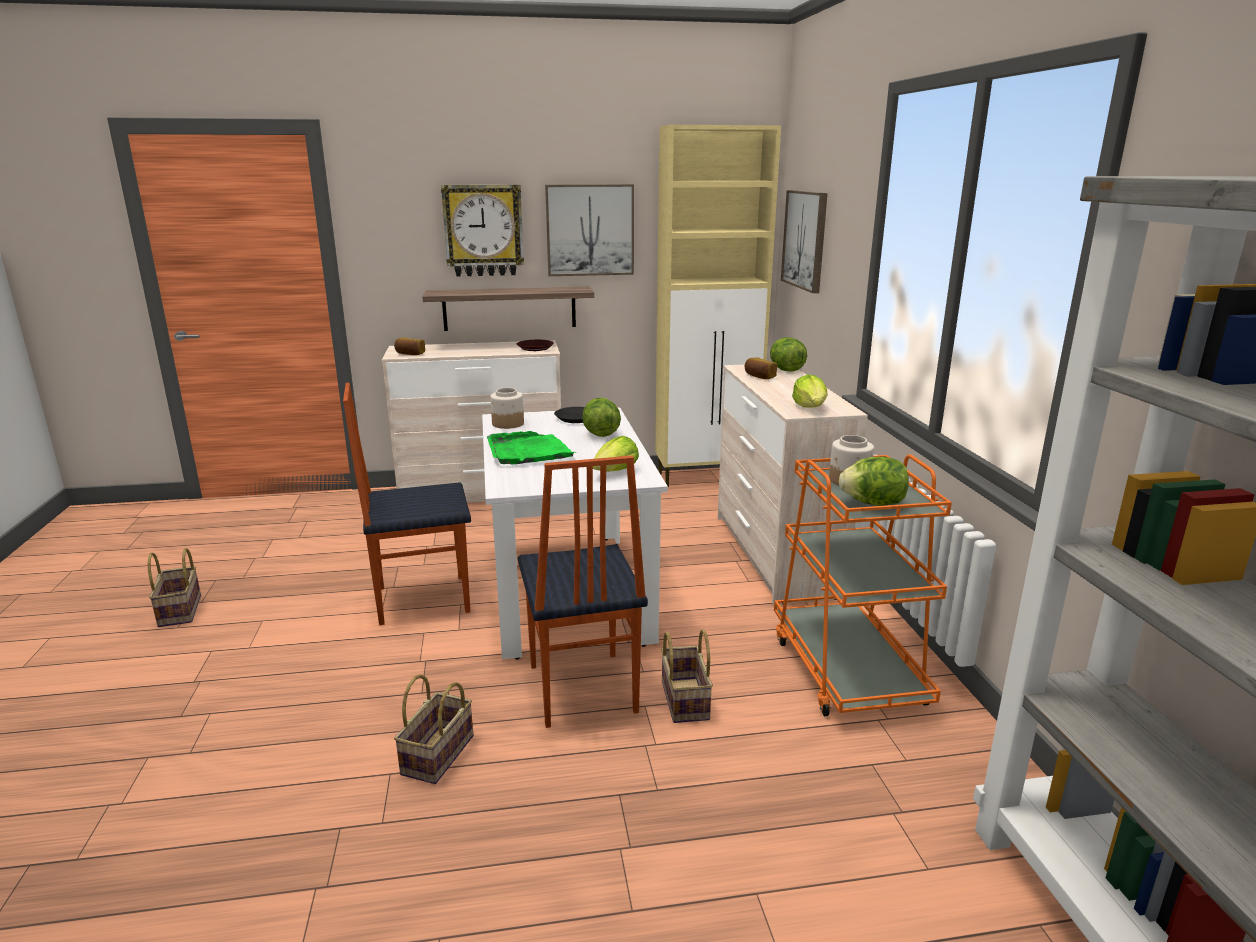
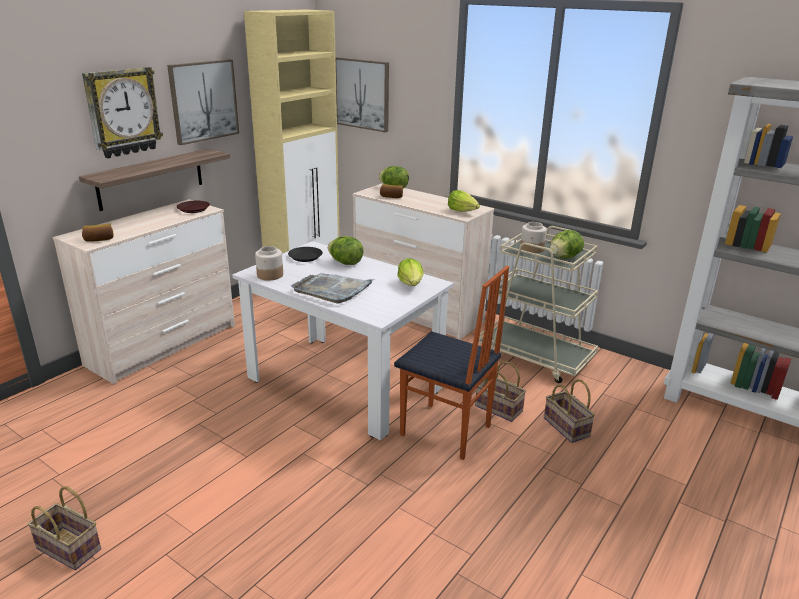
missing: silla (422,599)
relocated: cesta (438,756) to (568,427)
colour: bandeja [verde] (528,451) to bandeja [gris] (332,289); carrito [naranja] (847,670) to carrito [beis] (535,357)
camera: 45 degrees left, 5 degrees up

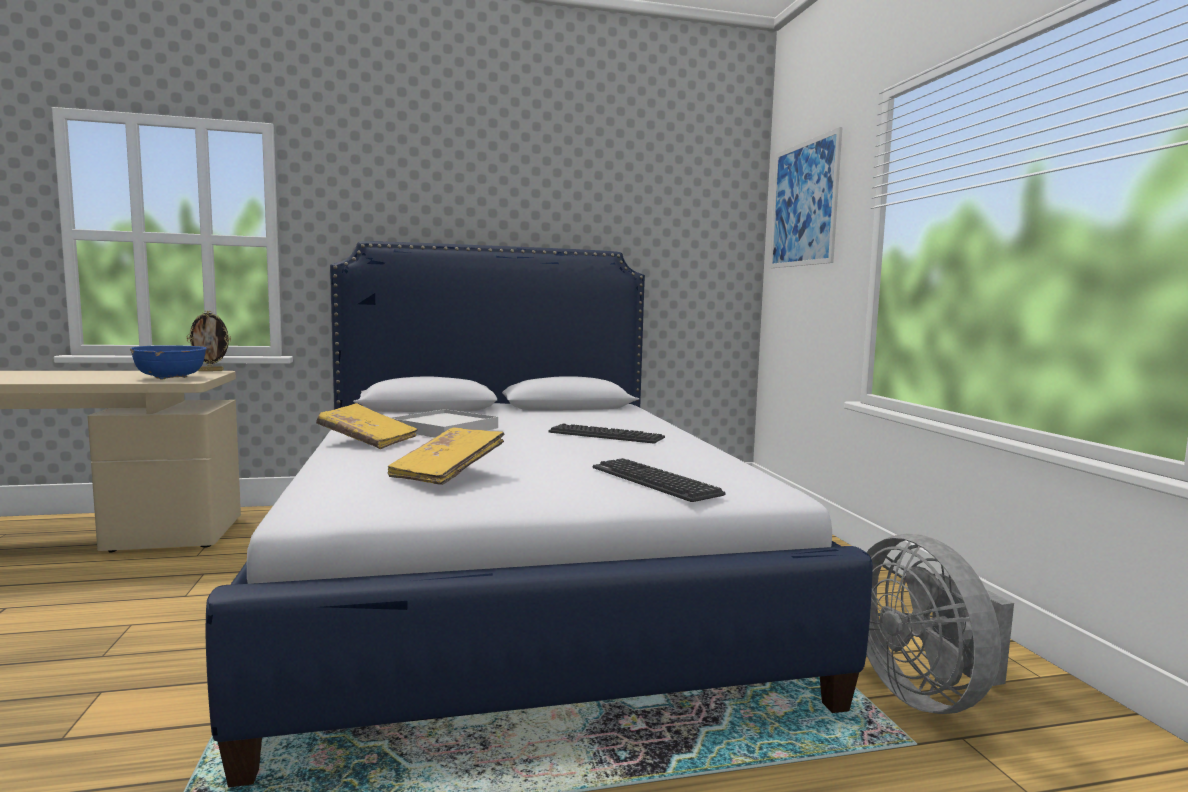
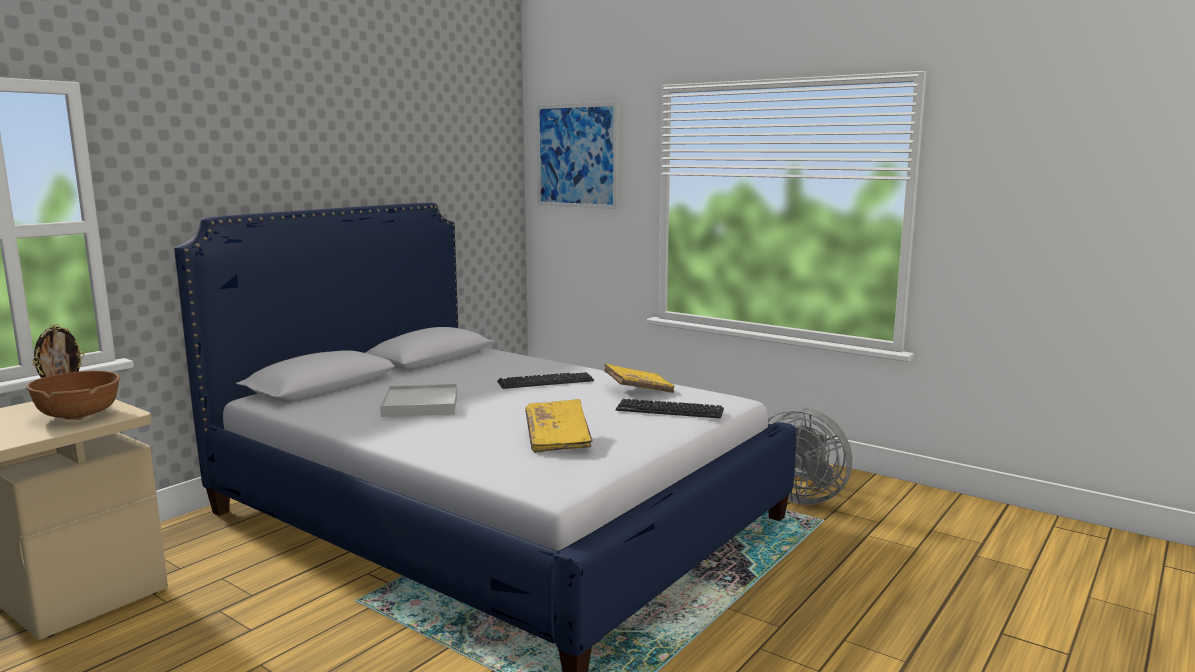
relocated: libro [amarillo] (367,440) to (638,390)
colour: cuenco [azul] (171,378) to cuenco [marrón] (79,415)
camera: 40 degrees left, 5 degrees up

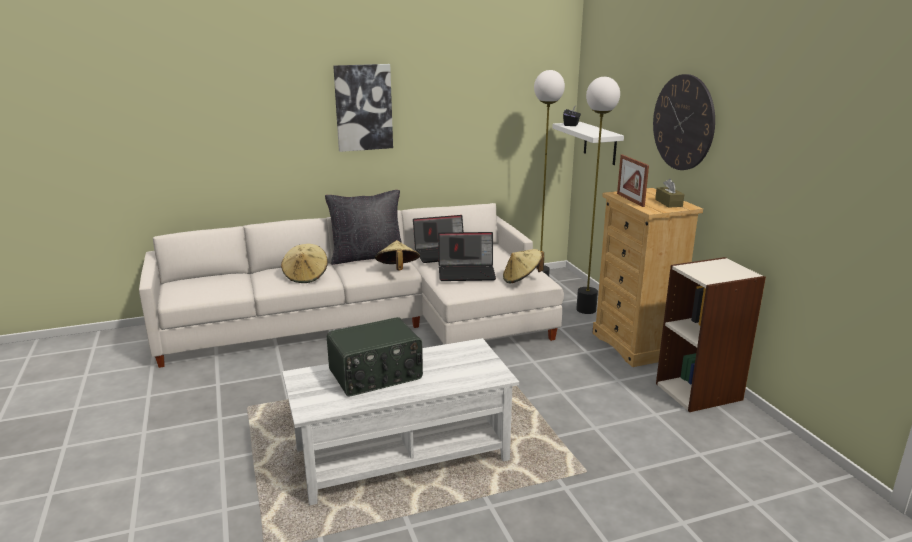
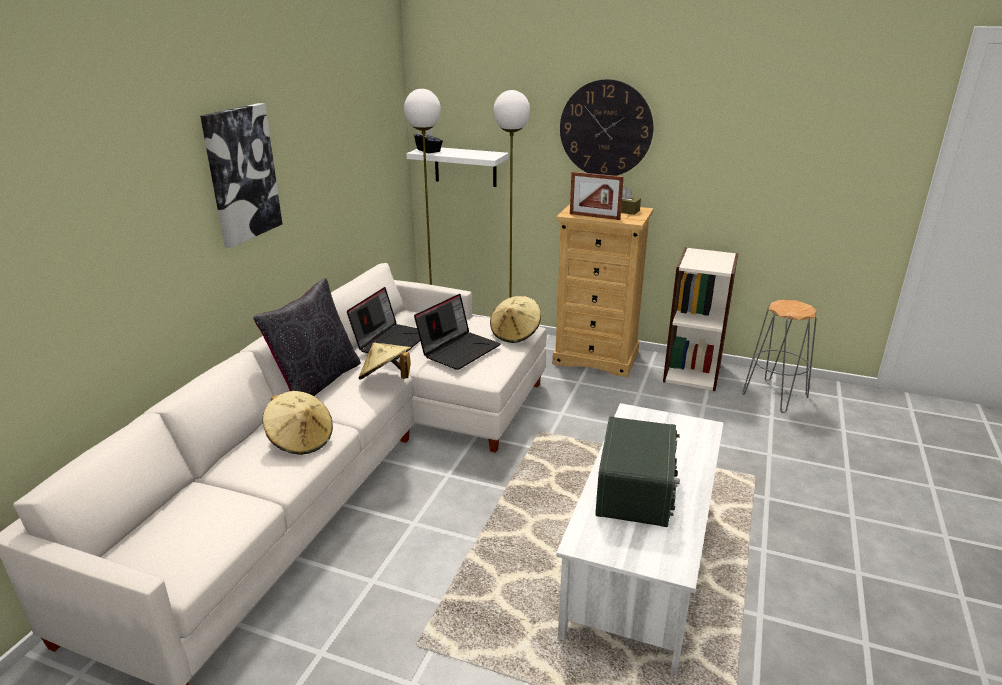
appeared: taburete [gris] (774,396)
camera: 50 degrees left, 5 degrees up

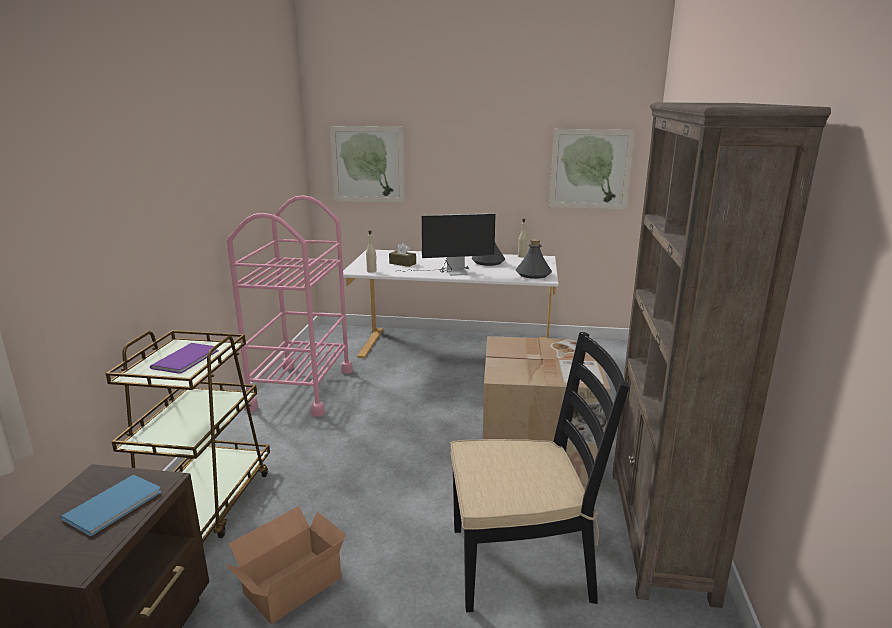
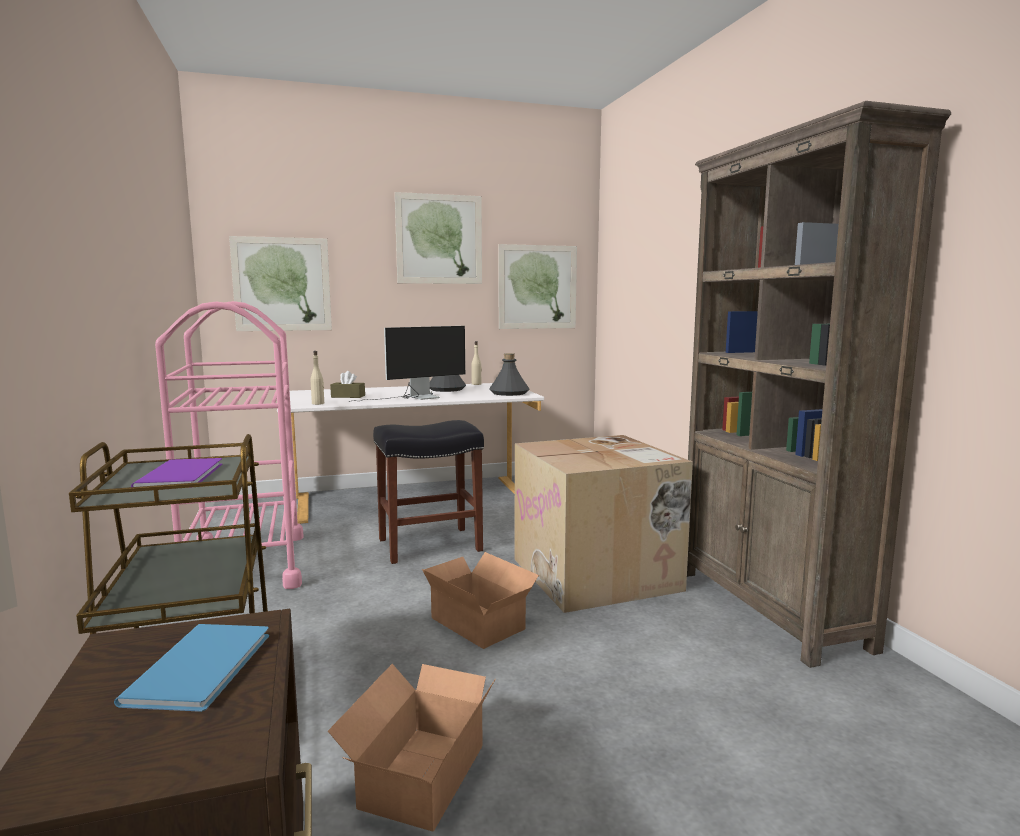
missing: silla [negro] (522,563)
appeared: taburete [negro] (428,545); cuadro (439,239); caja de cartón (479,621)
camera: 25 degrees left, 10 degrees down

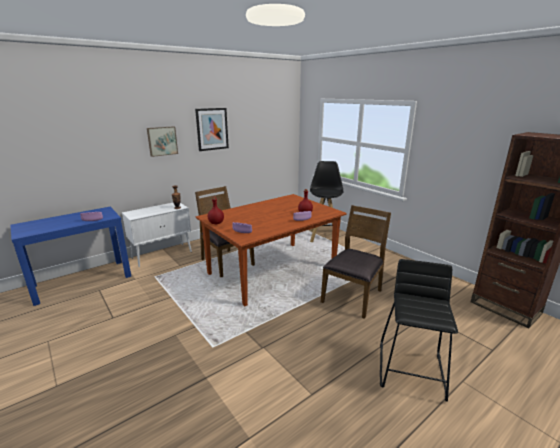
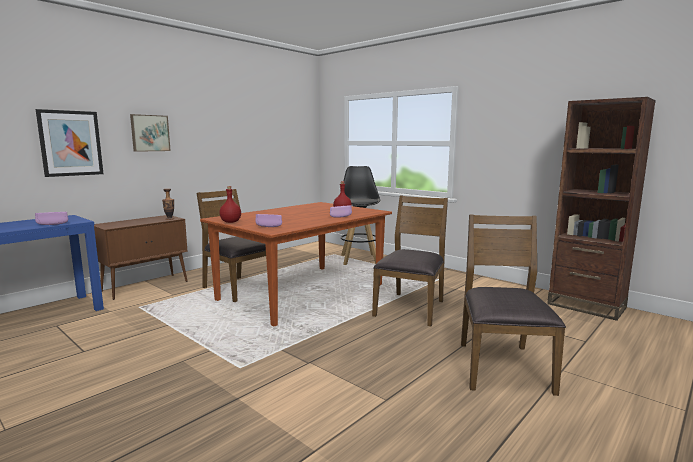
relocated: cuadro (212,129) to (70,143)
exchanged: taburete [negro] (411,370) to silla [marrón] (501,366)
colour: armario [blanco] (163,255) to armario [marrón] (146,286)
camera: 10 degrees left, 10 degrees down

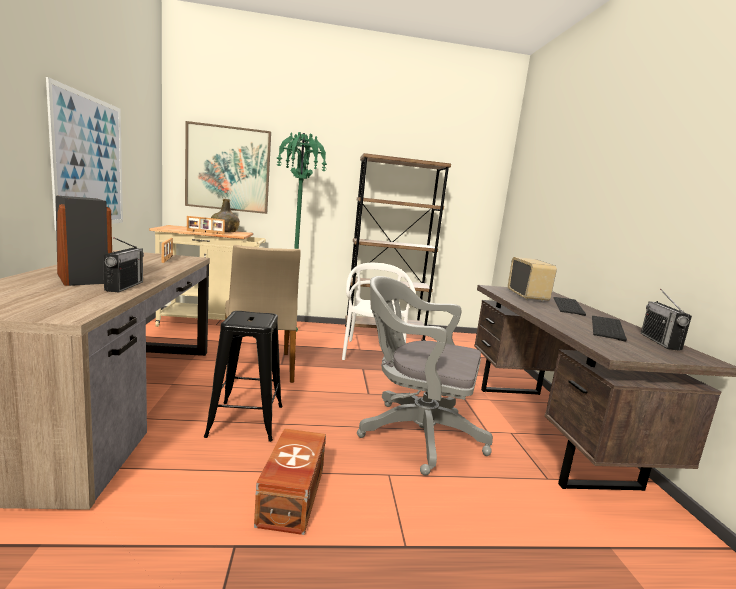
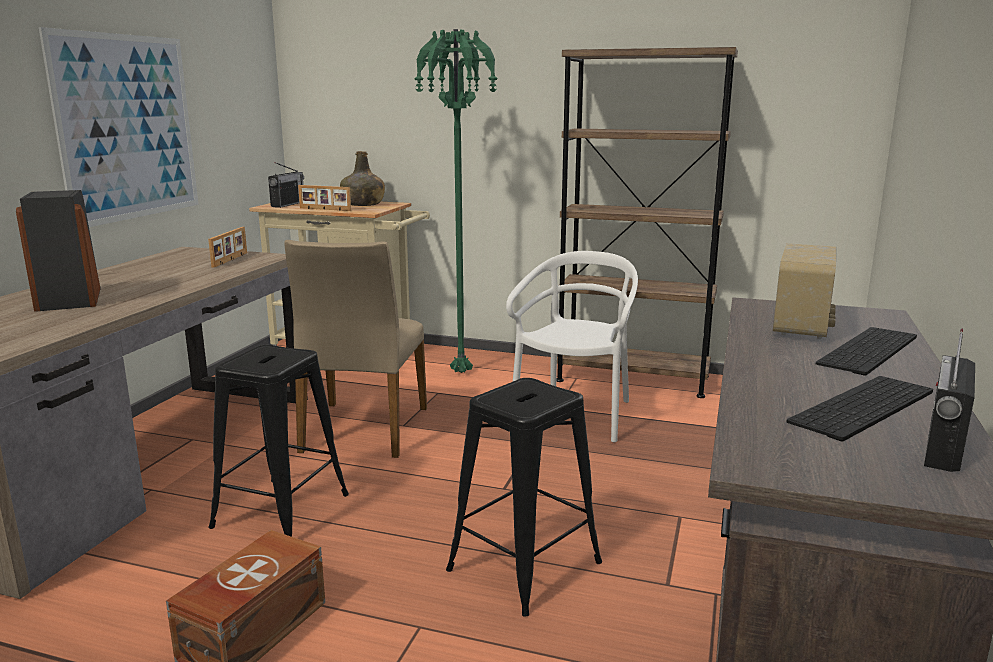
missing: cuadro (228,169)
relocated: radio (124,286) to (288,204)
exchanged: silla de oficina [gris] (414,433) to taburete [negro] (524,567)
camera: 25 degrees right, 5 degrees up

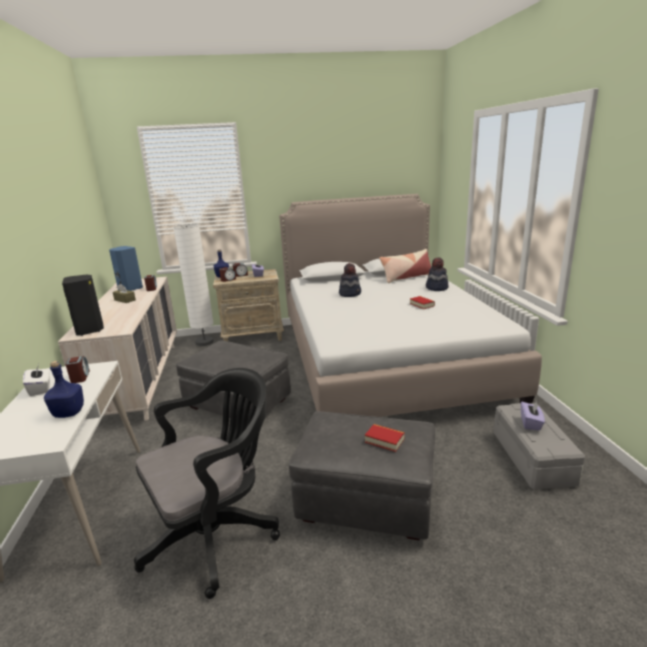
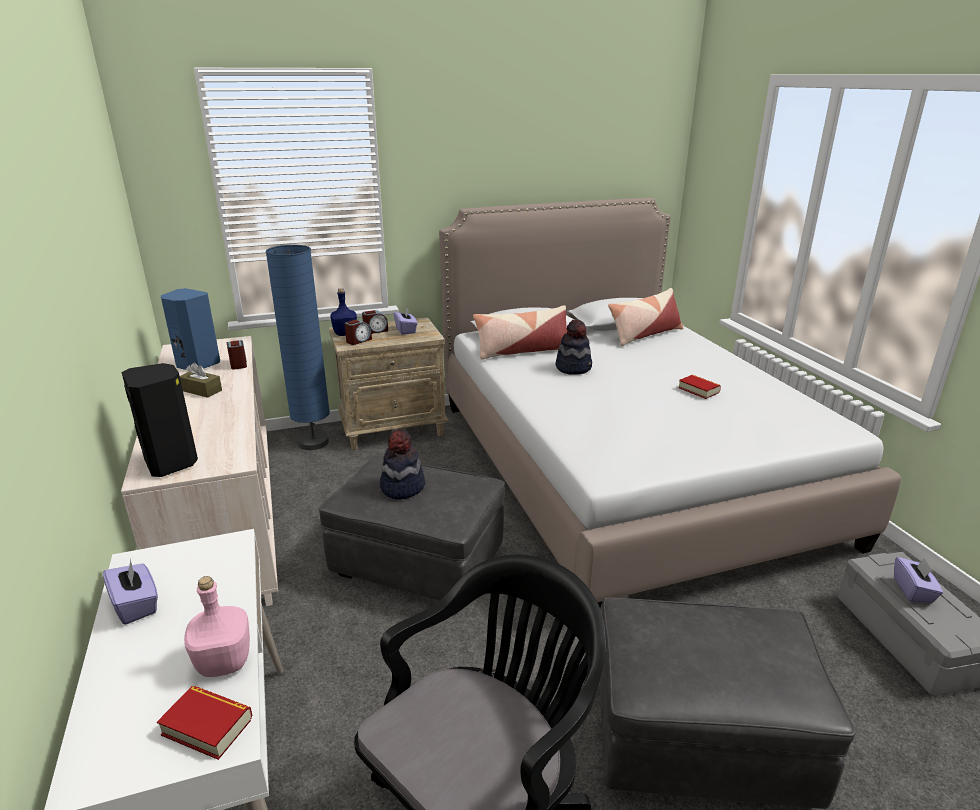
missing: despertador (80,377)
appeared: cojín (522,351)
relocated: libro (384,440) to (207,726); sombrero (436,288) to (402,486)
colour: caja de pañuelos [blanco] (41,389) to caja de pañuelos [morado] (136,605); botella [azul] (68,413) to botella [rosa] (223,662); lámpara de pie [blanco] (204,342) to lámpara de pie [azul] (313,442)
camera: 10 degrees left, 5 degrees up

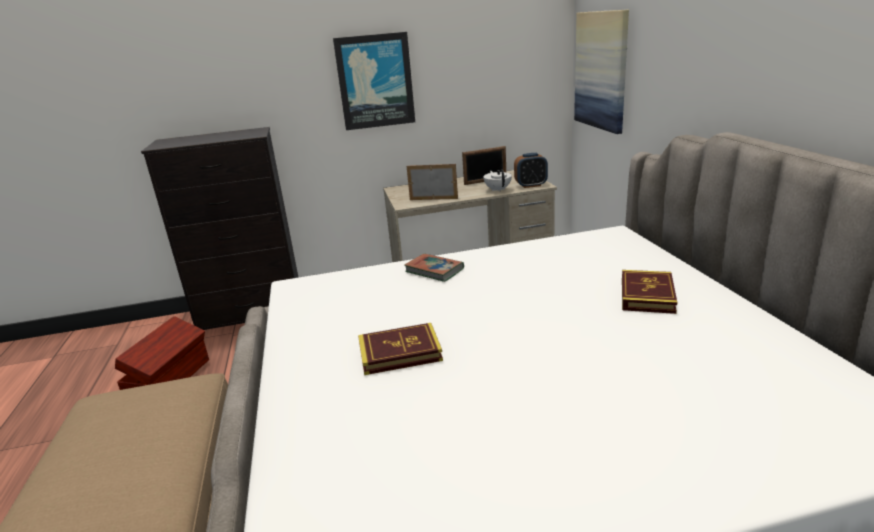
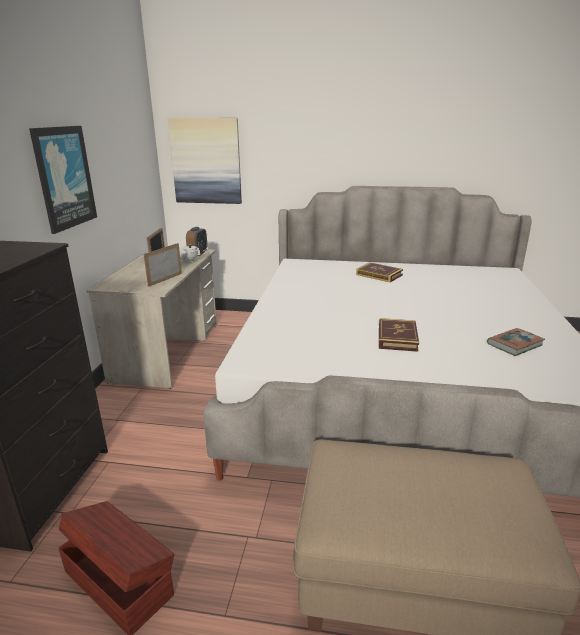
relocated: libro (434,270) to (514,345)
camera: 70 degrees left, 0 degrees up

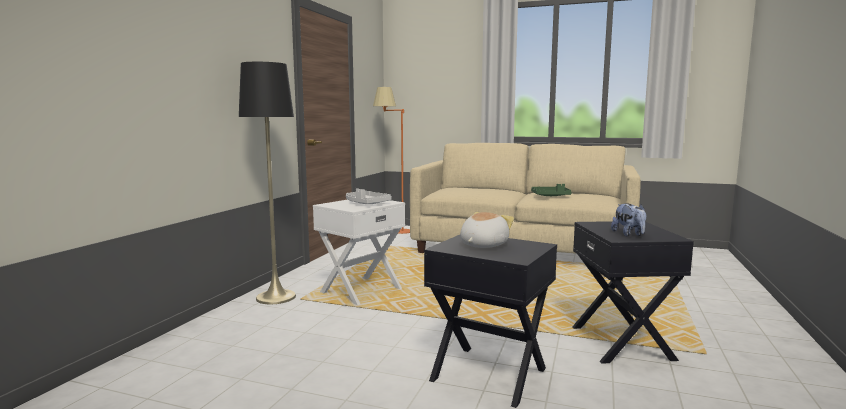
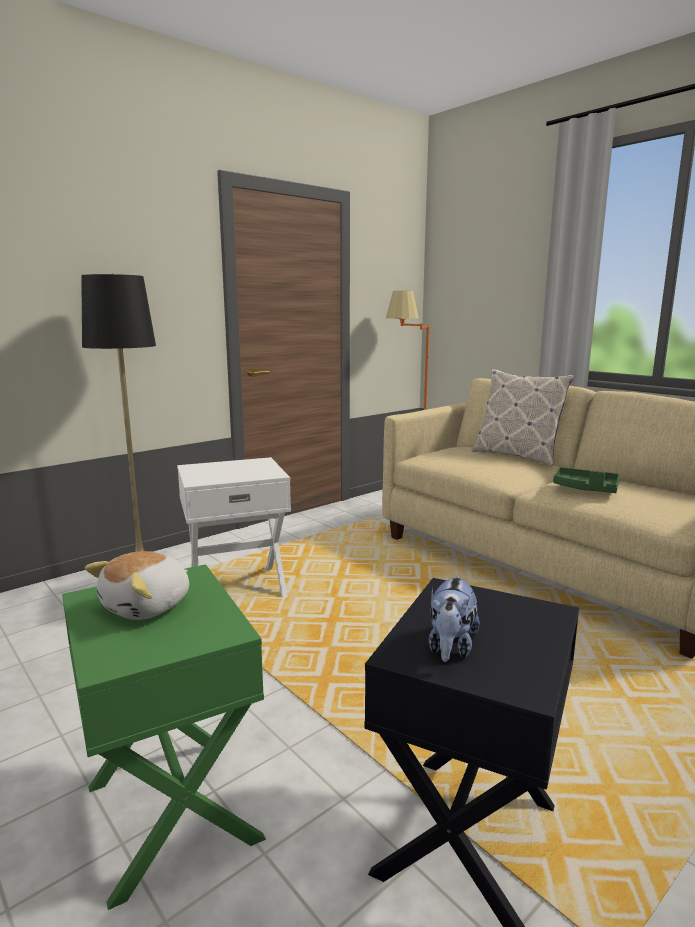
missing: bandeja [gris] (366,203)
appeared: cojín (517,456)
colour: mesa auxiliar [negro] (488,375) to mesa auxiliar [verde] (169,812)
spun: peluche (482,245) = (148,606) 150 degrees clockwise
camera: 30 degrees right, 5 degrees up

